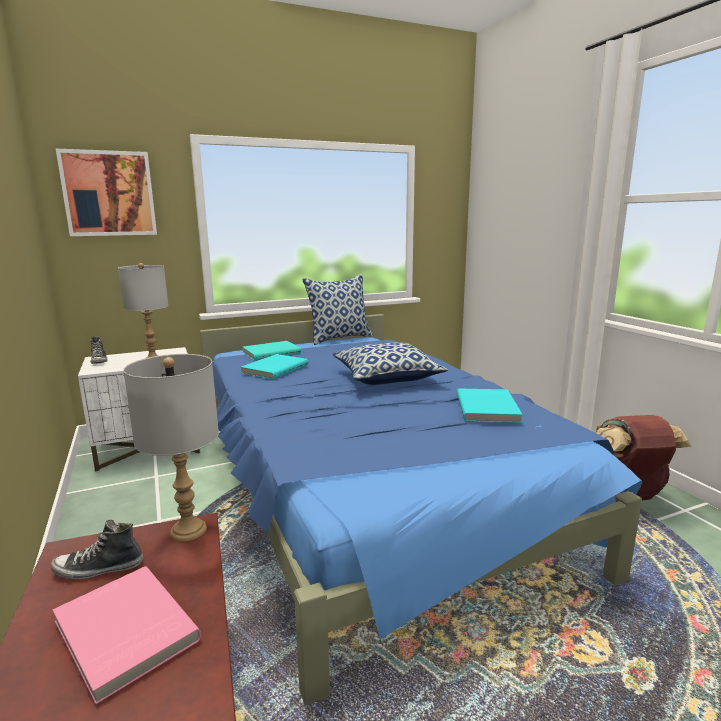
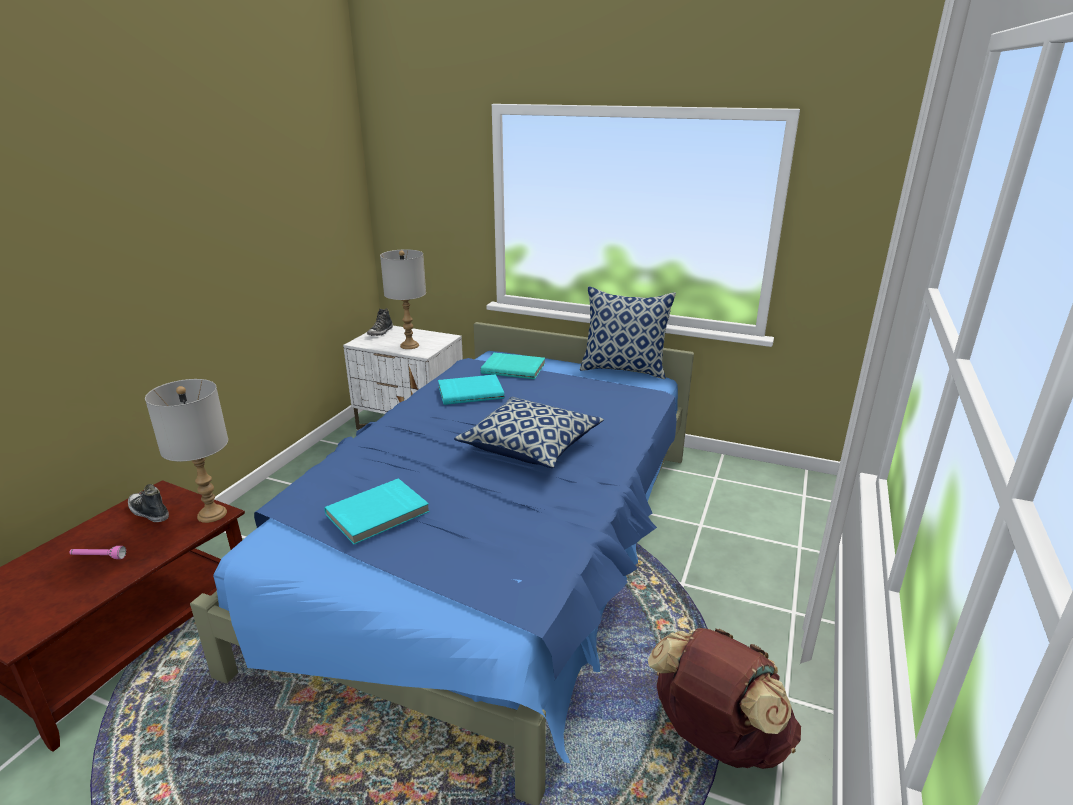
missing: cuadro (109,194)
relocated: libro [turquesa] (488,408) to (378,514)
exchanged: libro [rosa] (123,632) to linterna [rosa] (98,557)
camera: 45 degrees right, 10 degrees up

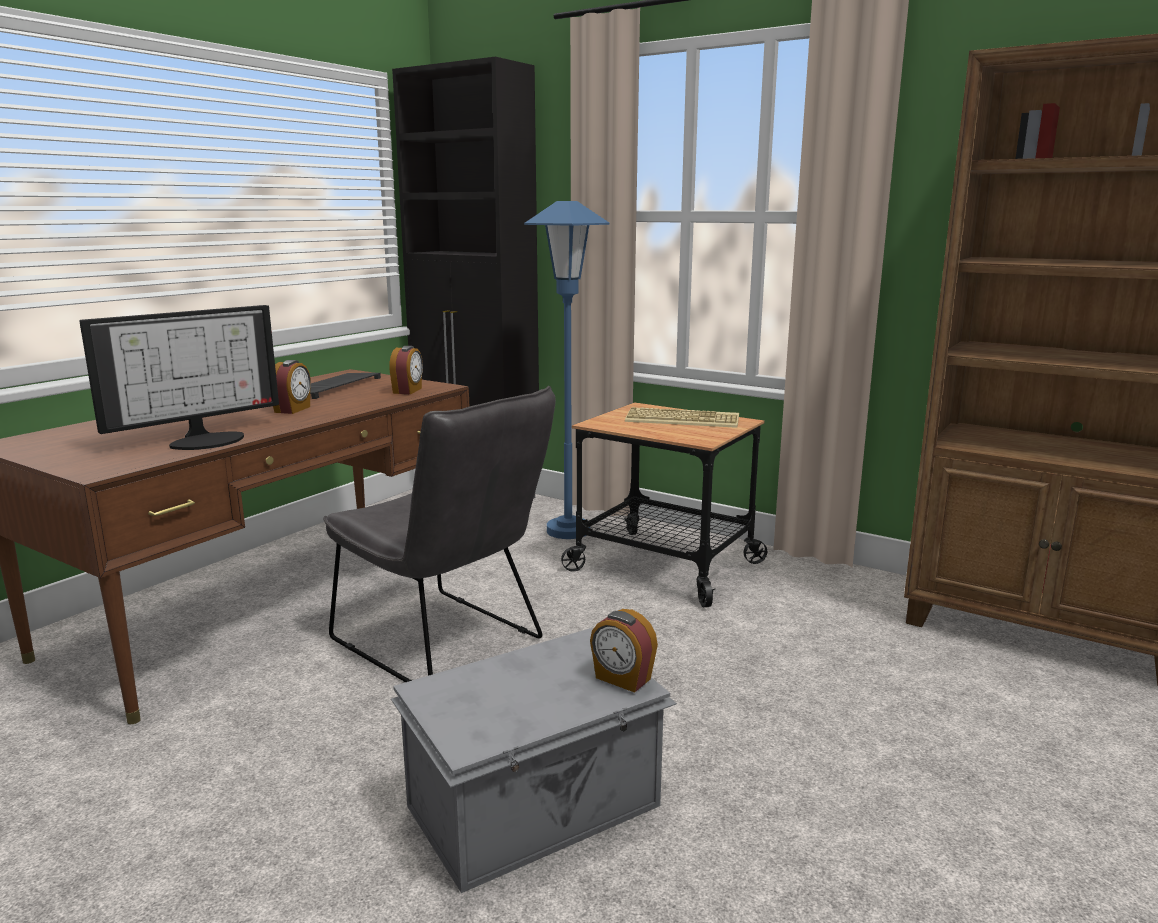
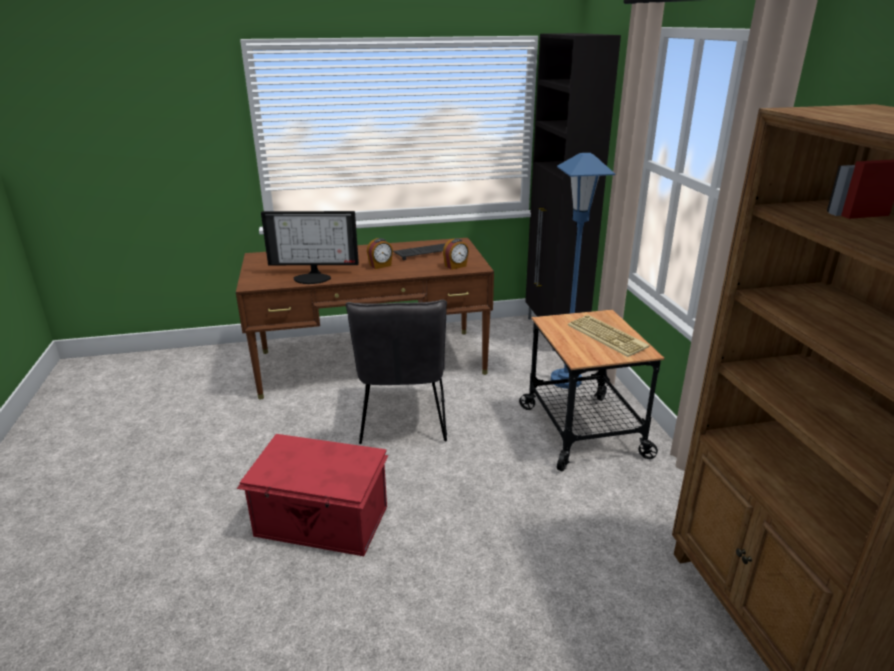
missing: despertador (622,679)
colour: caja de almacenaje [gris] (537,807) to caja de almacenaje [rojo] (322,522)
camera: 45 degrees right, 10 degrees up

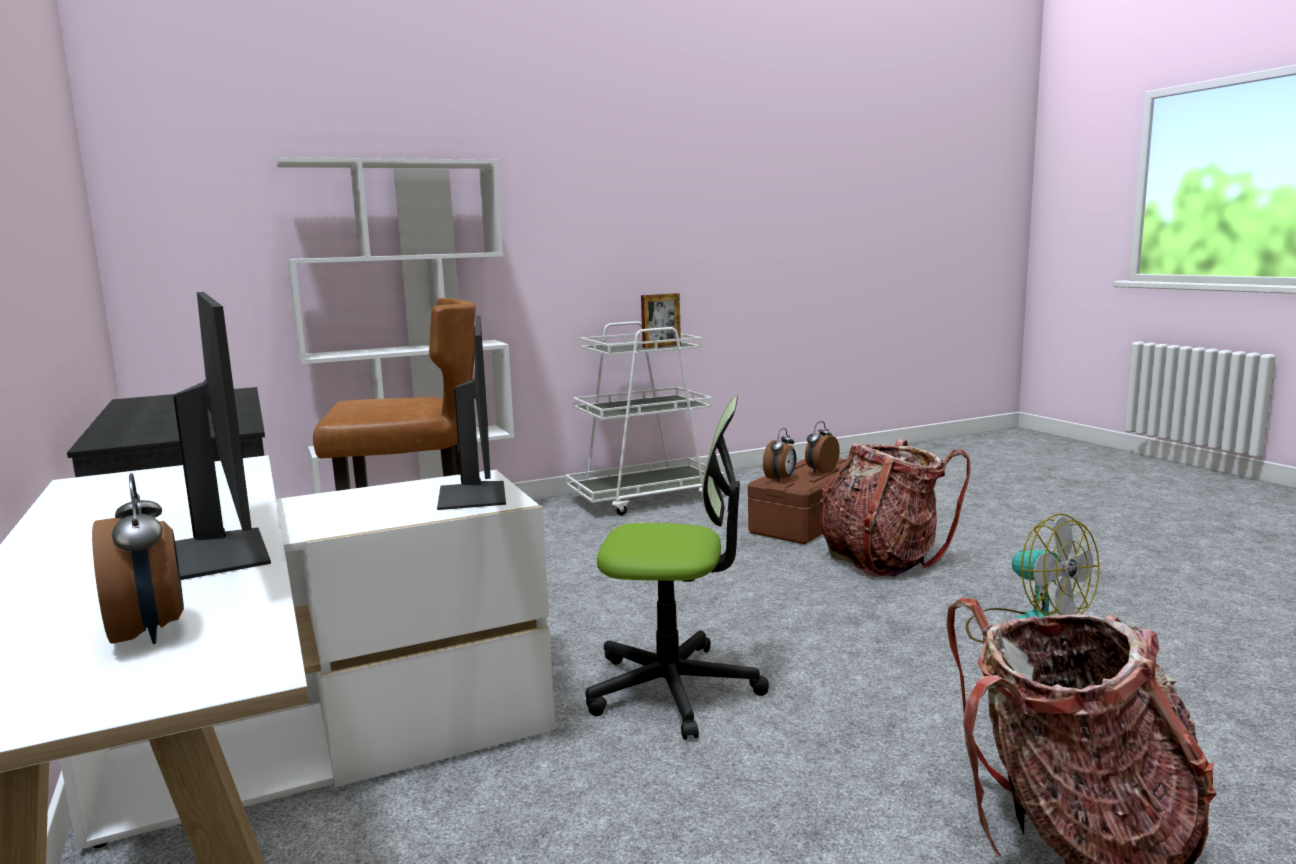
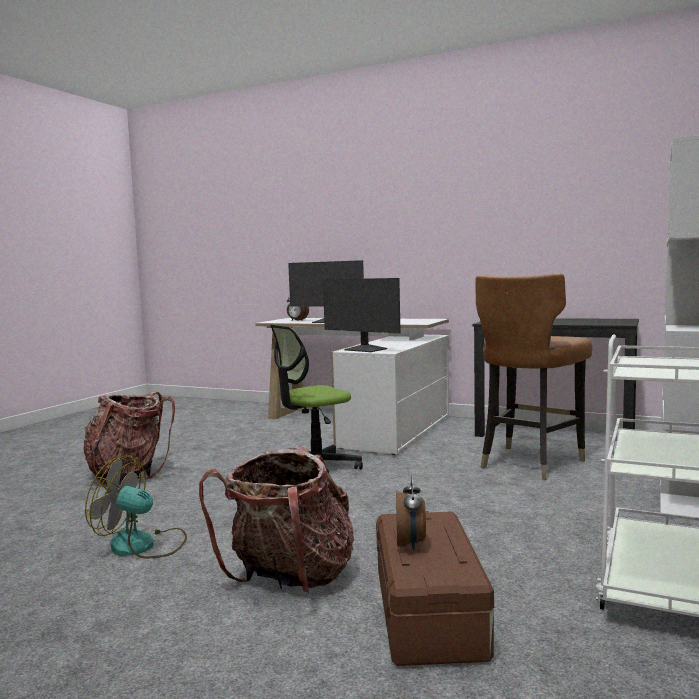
missing: portarretratos (661,346); despertador (781,479)
camera: 140 degrees right, 5 degrees down

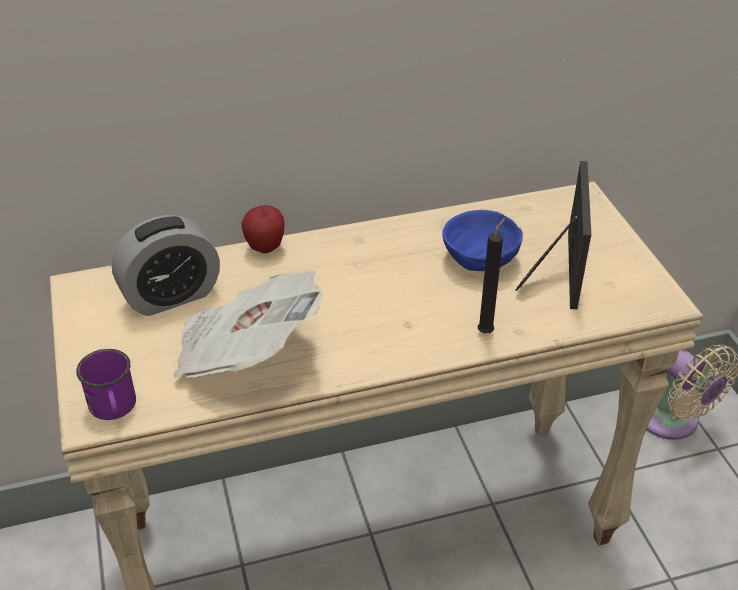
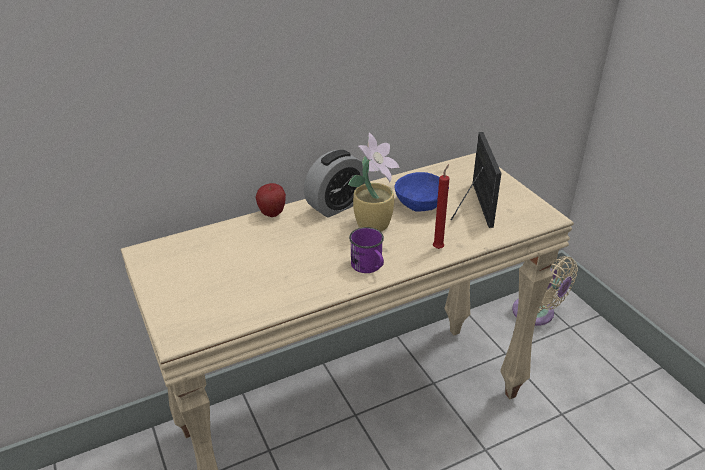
missing: periódico (246,353)
appeared: planta en maceta (374,224)
relocated: despertador (171,296) to (337,205); taza grande [morado] (114,409) to (369,267)
colour: vela [negro] (487,331) to vela [rojo] (439,247)
camera: 10 degrees left, 5 degrees down

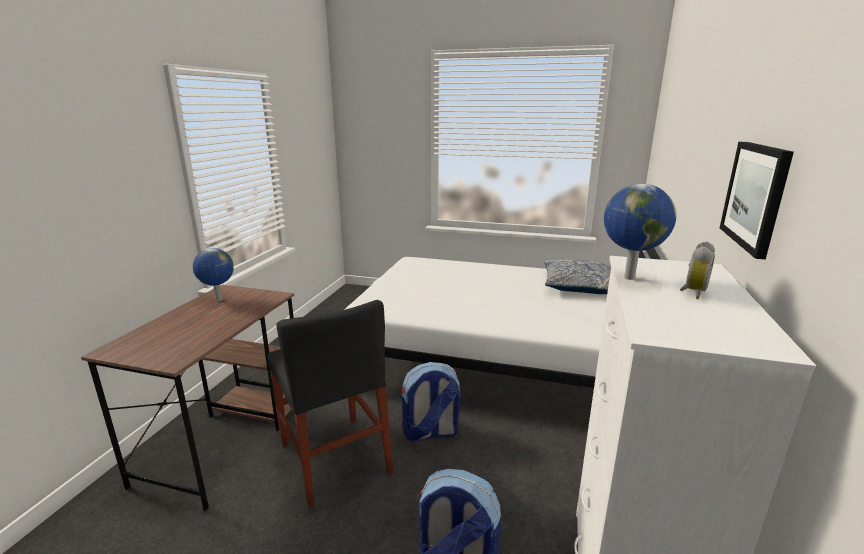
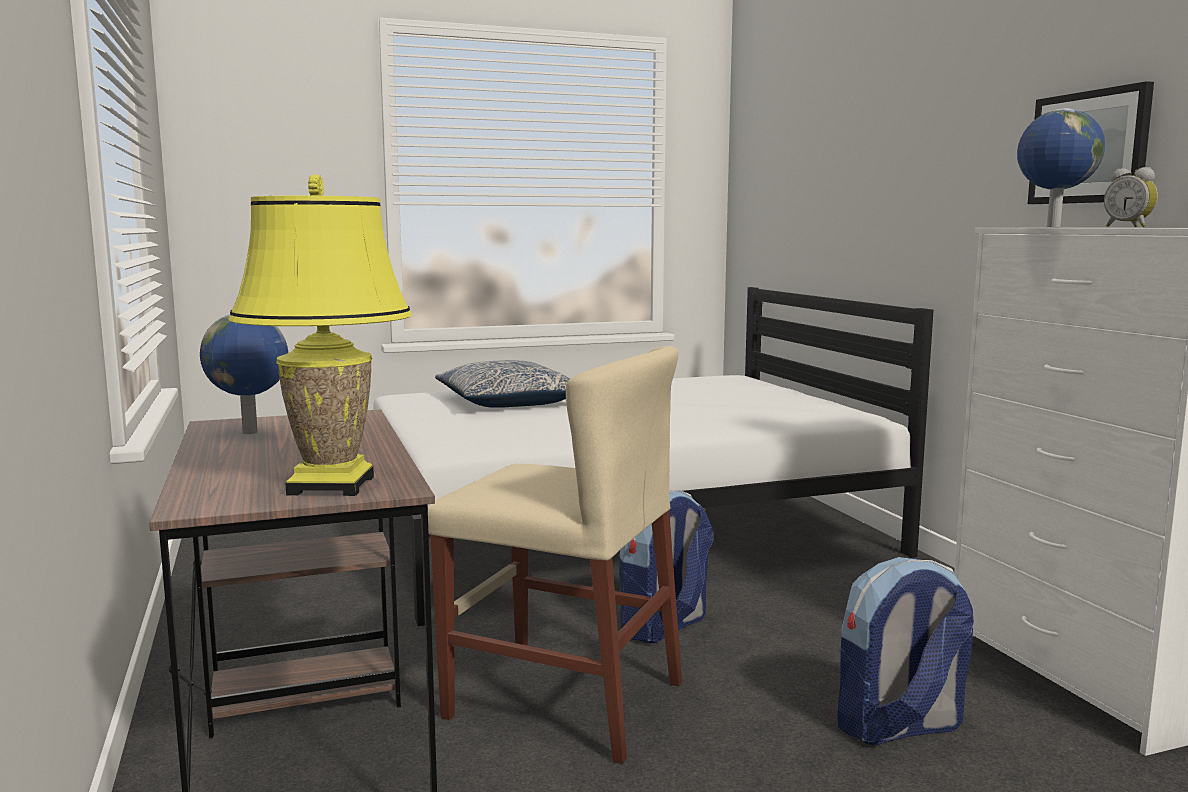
appeared: lámpara de mesa [amarillo] (331,485)
relocated: cojín (578,286) to (508,402)
colour: silla [negro] (334,458) to silla [beis] (564,700)
spun: despertador (692,293) = (1129,227) 150 degrees clockwise
camera: 35 degrees left, 10 degrees down

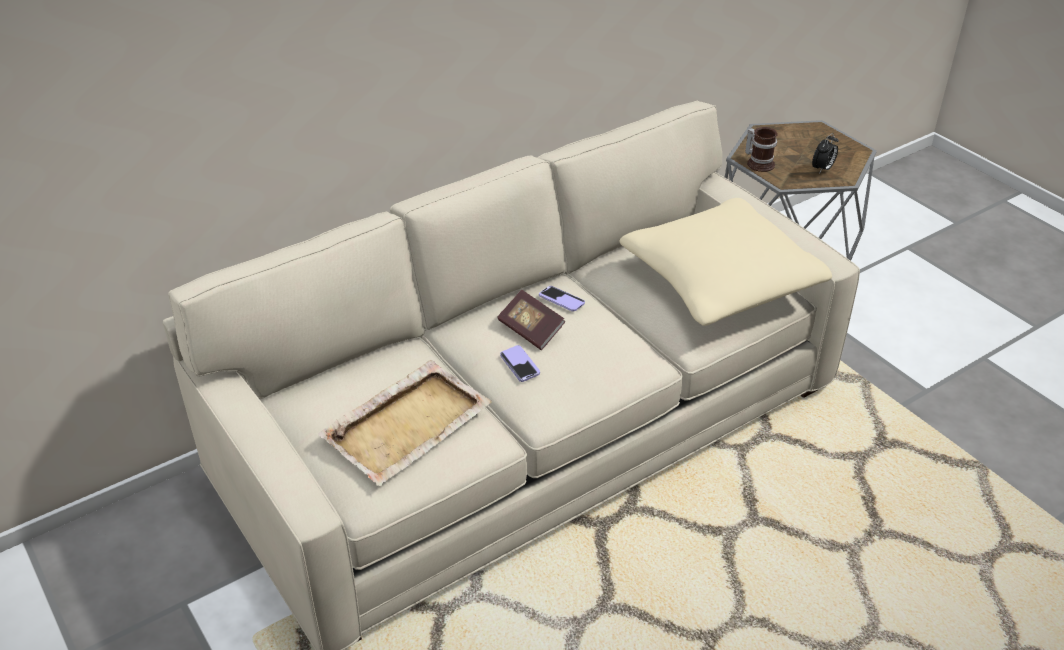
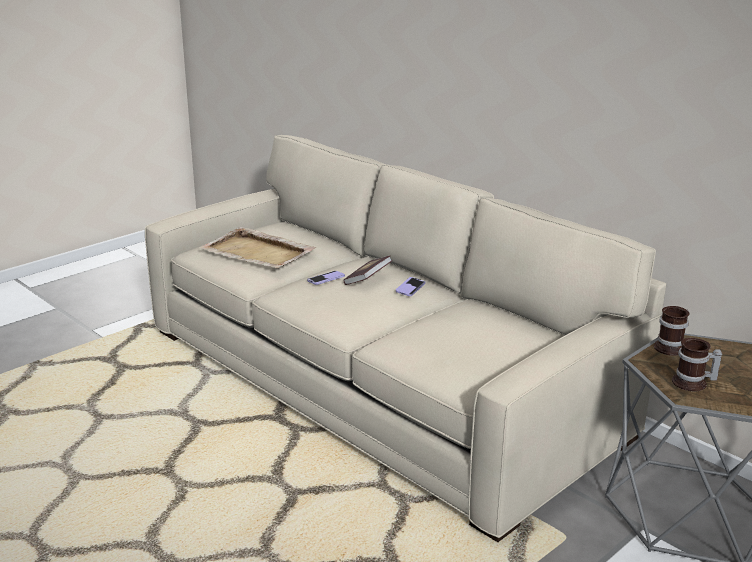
missing: cojín [beis] (720,281)
exchanged: despertador (822,169) to taza grande (693,384)
camera: 80 degrees right, 15 degrees down

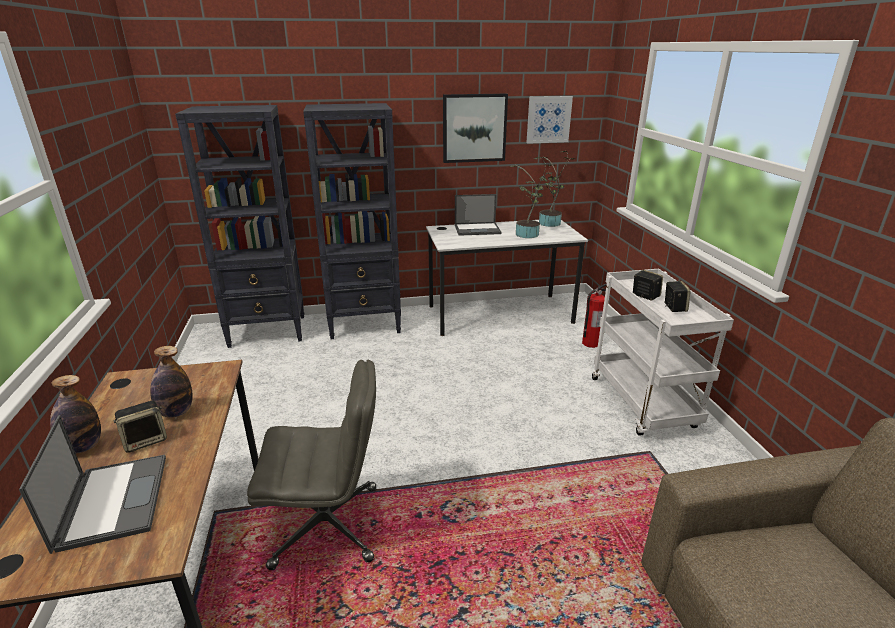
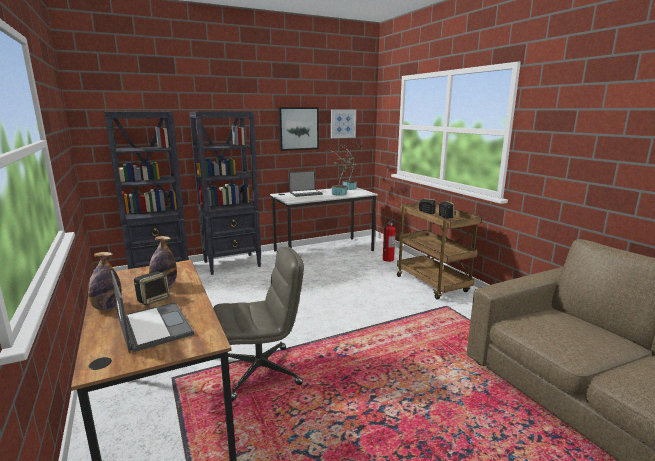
colour: carrito [blanco] (644,404) to carrito [marrón] (433,284)
camera: 15 degrees left, 10 degrees down

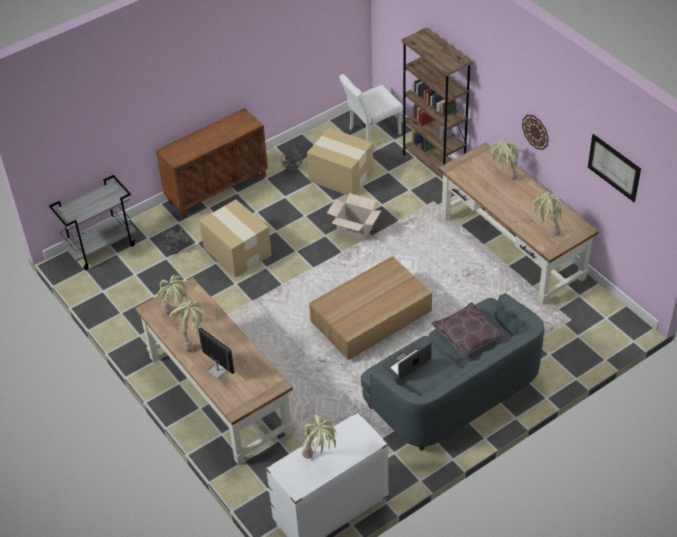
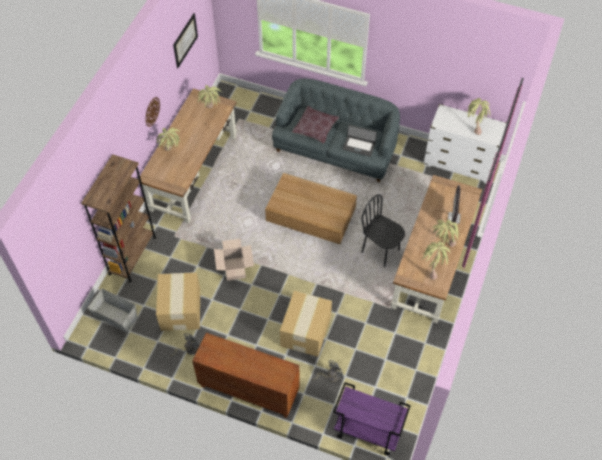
appeared: silla [negro] (380,251)
exchanged: silla [blanco] (371,132) to caja de almacenaje [gris] (115,317)
colour: carrito [gris] (102,247) to carrito [morado] (367,432)
camera: 125 degrees left, 10 degrees up

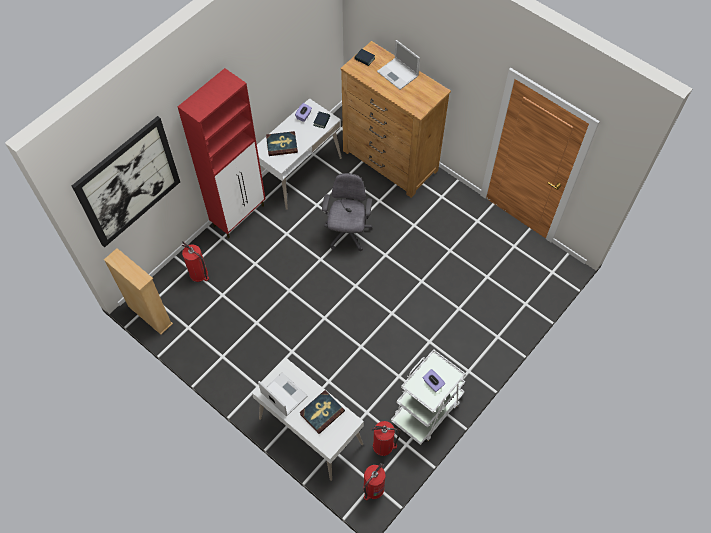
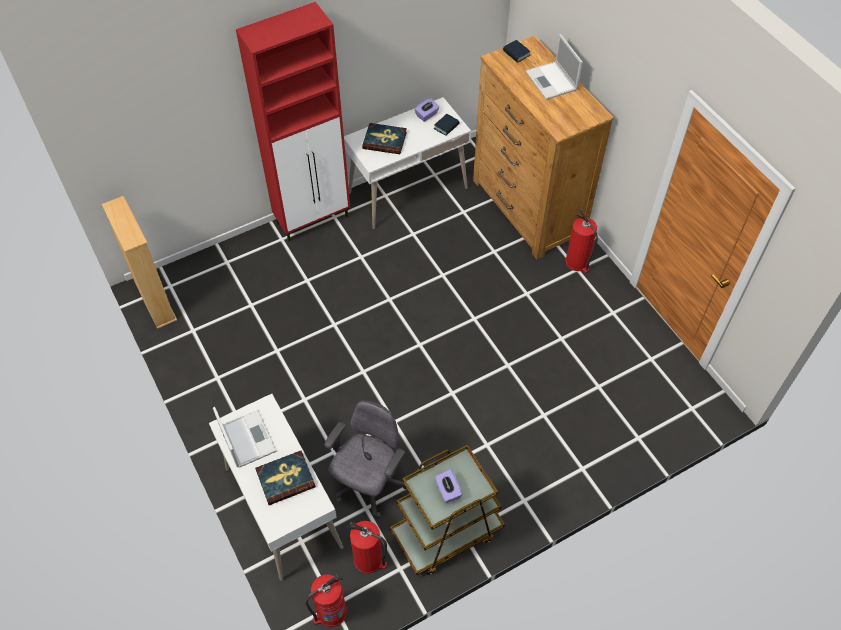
missing: cuadro (128,182)
relocated: silla de oficina [gris] (347,233) to (369,484); extintor (199,274) to (577,262)
colour: carrito [blanco] (426,410) to carrito [marrón] (446,532)
camera: 20 degrees right, 5 degrees down

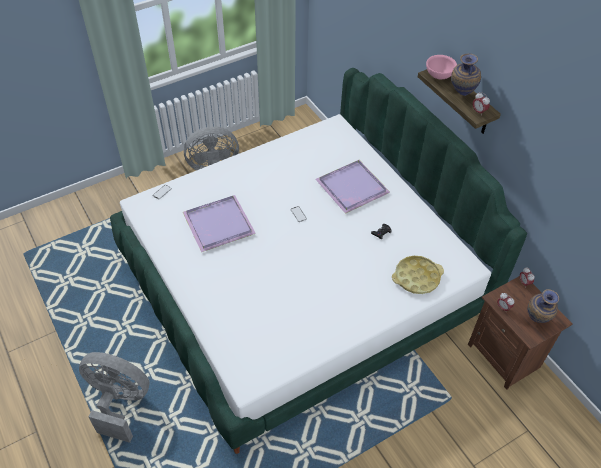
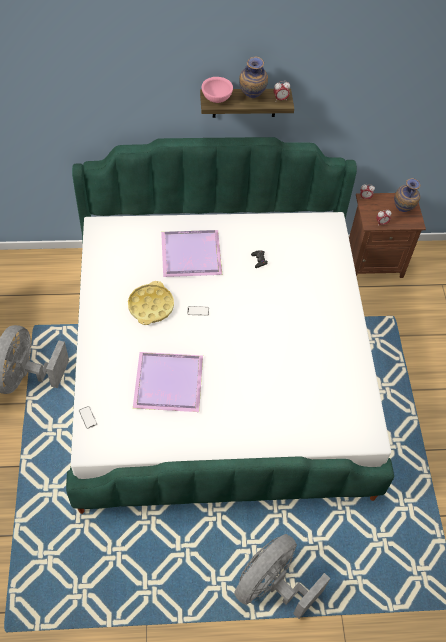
relocated: bandeja [amarillo] (417,277) to (151,306)
camera: 65 degrees left, 5 degrees up

